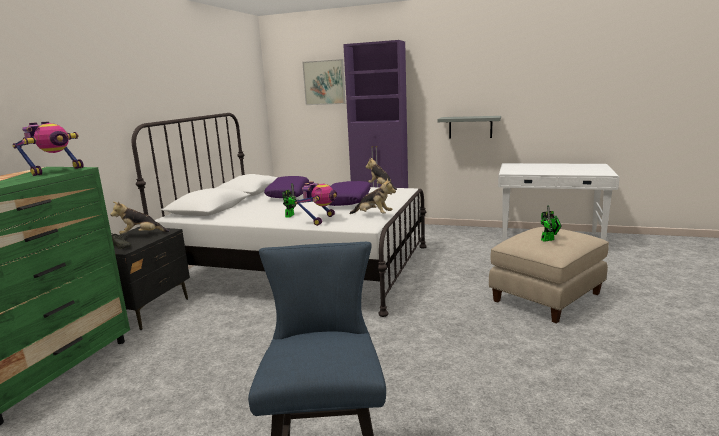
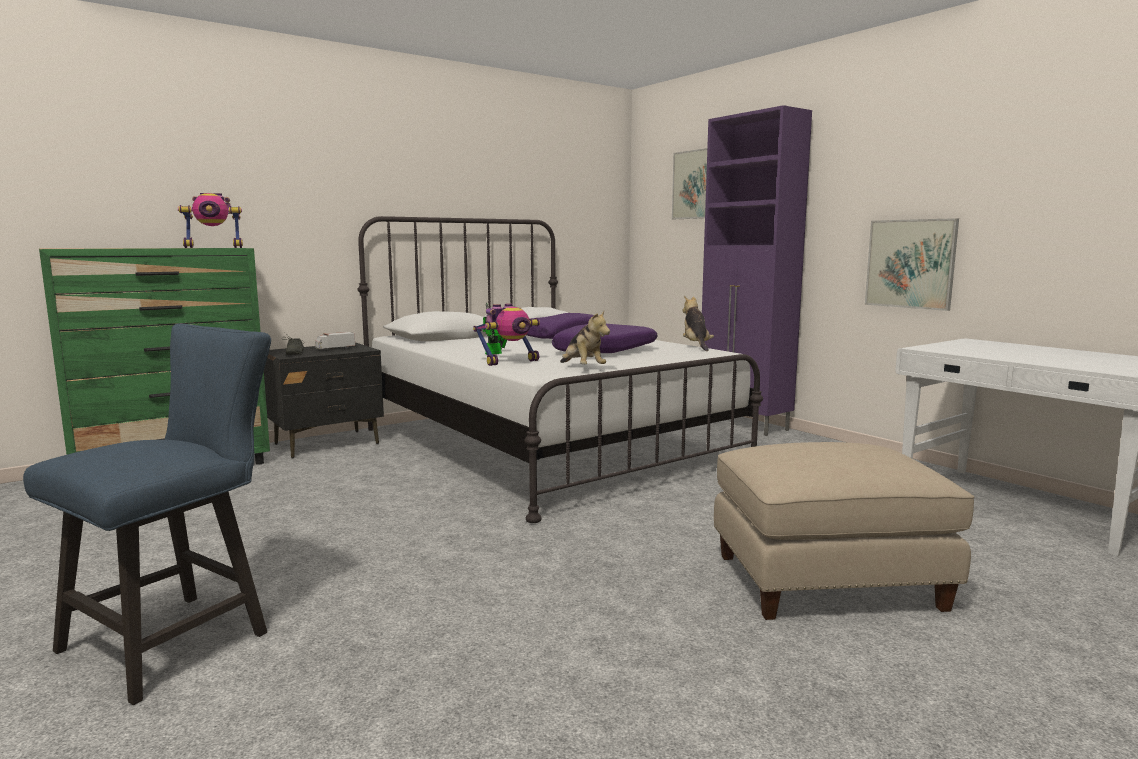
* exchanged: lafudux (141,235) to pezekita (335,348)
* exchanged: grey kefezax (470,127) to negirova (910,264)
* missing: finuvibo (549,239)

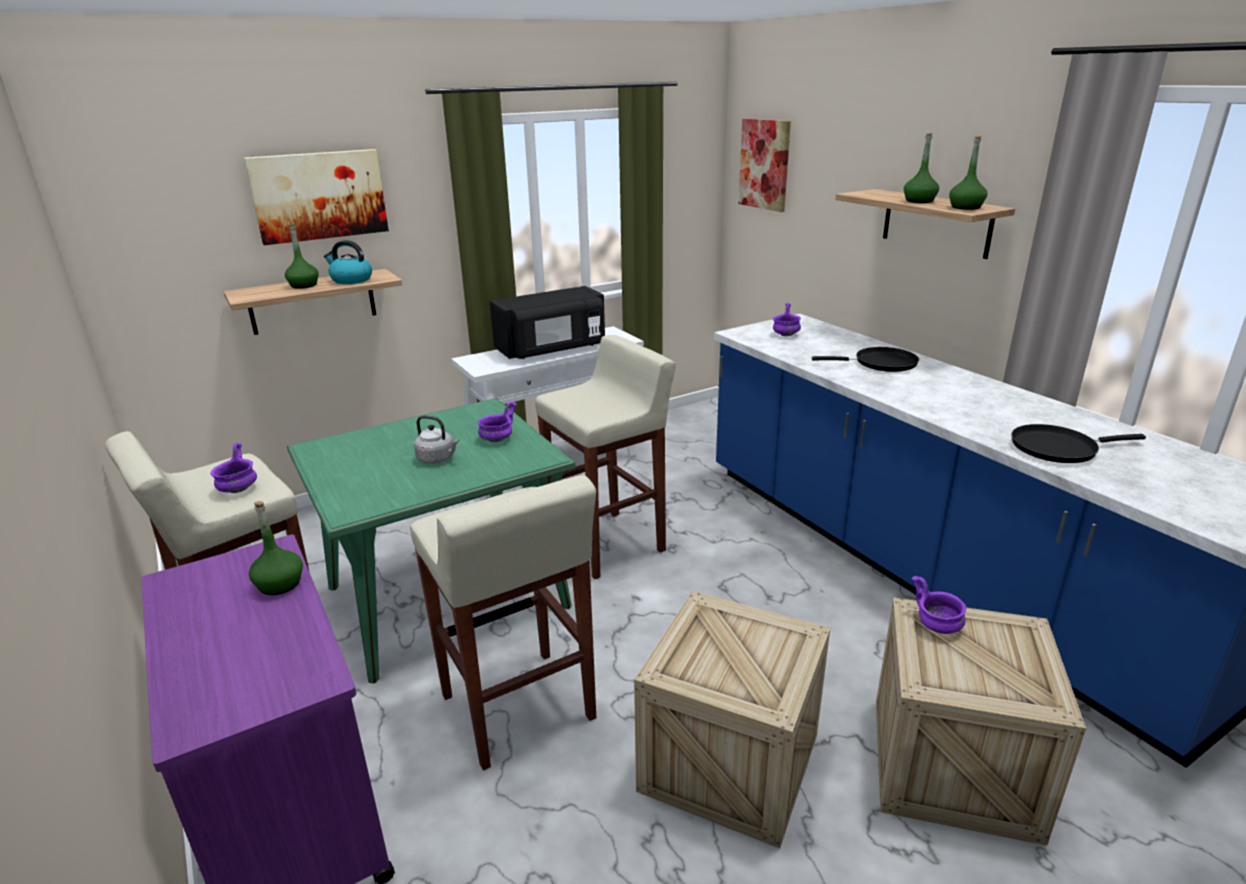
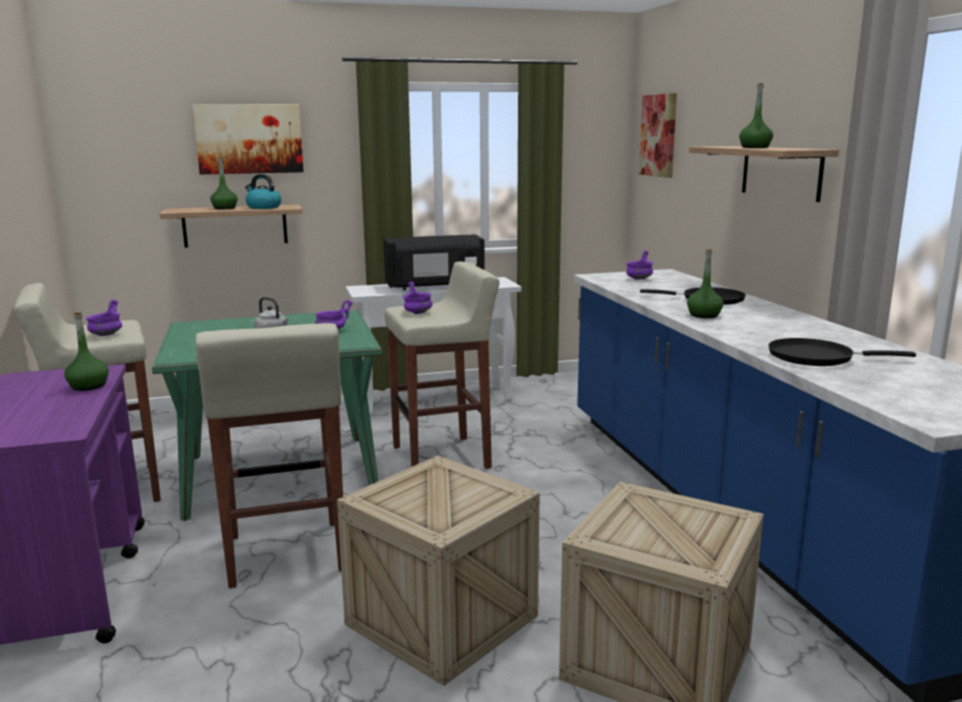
* relocated: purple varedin (937,626) to (417,313)
* relocated: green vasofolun (965,207) to (704,315)

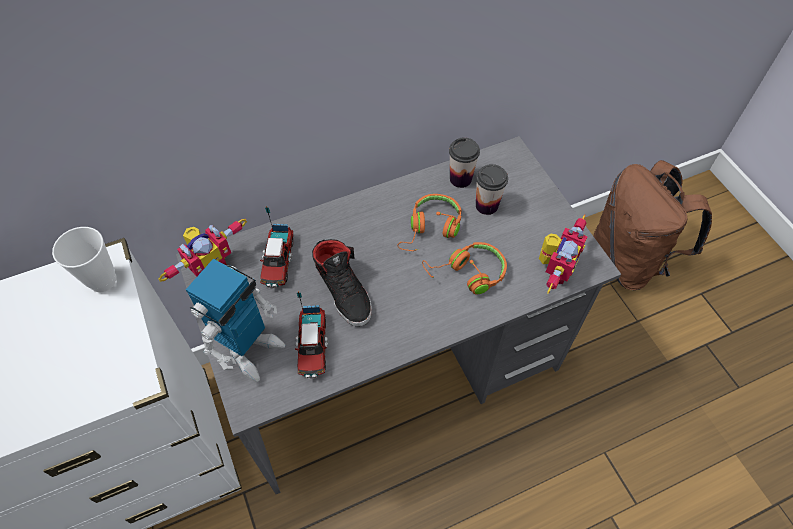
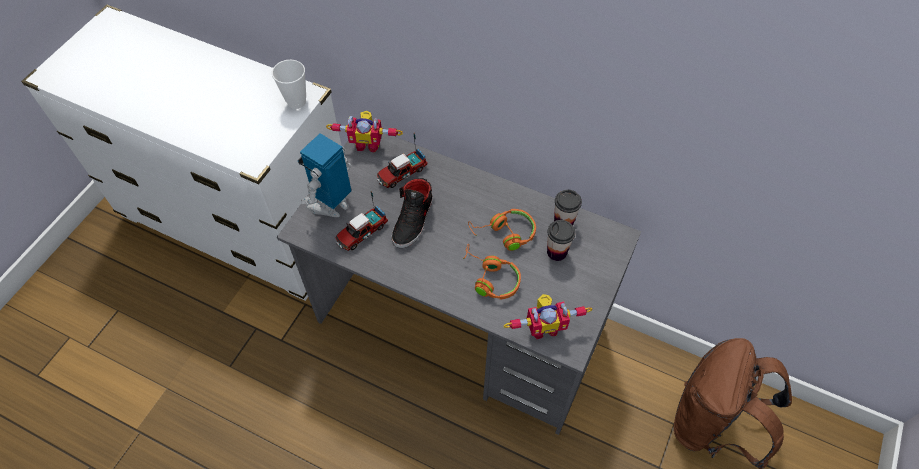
* spun: finuvibo (250,350) = (332,205) 135 degrees clockwise

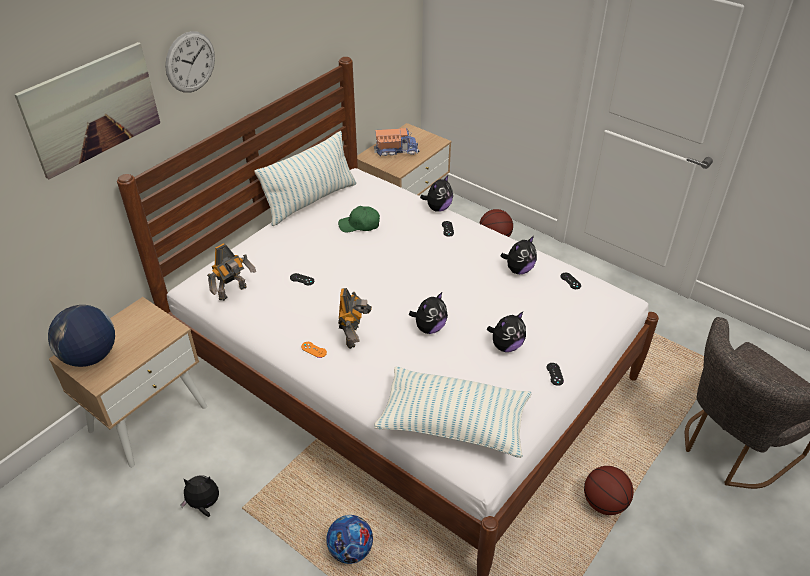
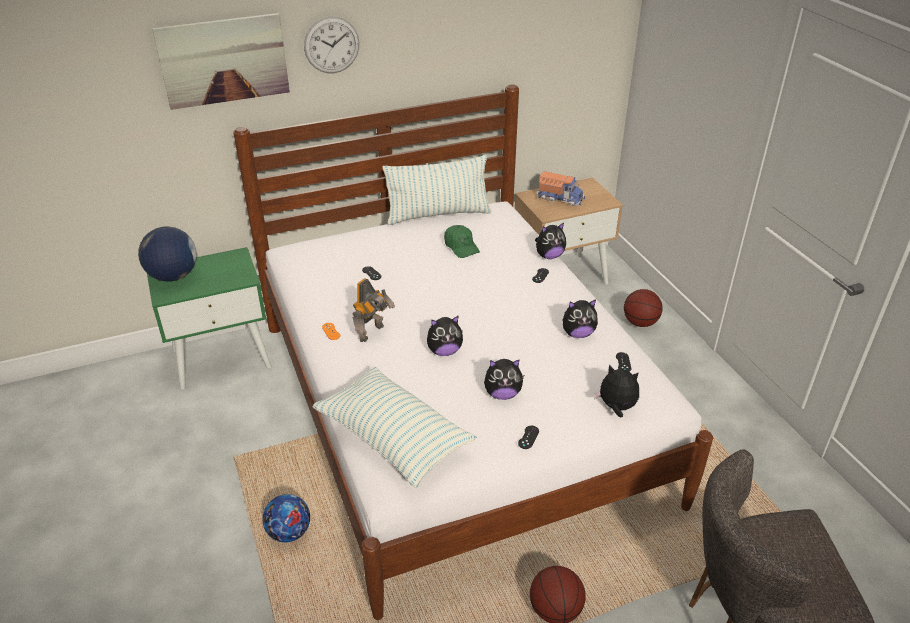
* colour: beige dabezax (149,417) to green dabezax (222,357)
* spun: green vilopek (359,225) = (461,246) 150 degrees counterclockwise
* relocated: lafudux (204,505) to (616,407)
* missing: finuvibo (234,293)

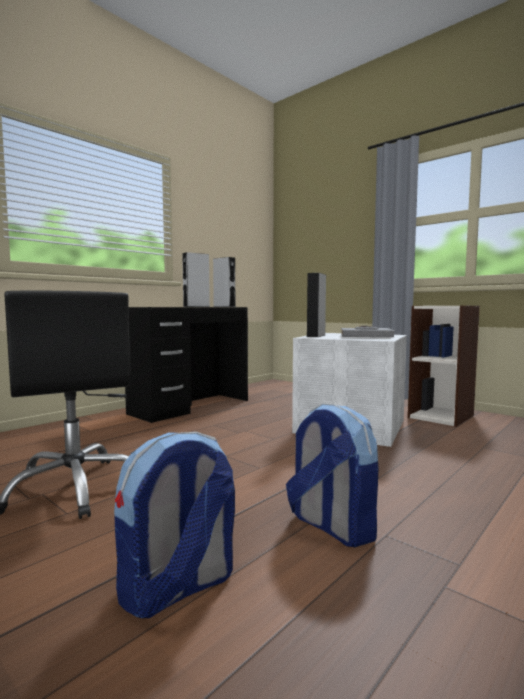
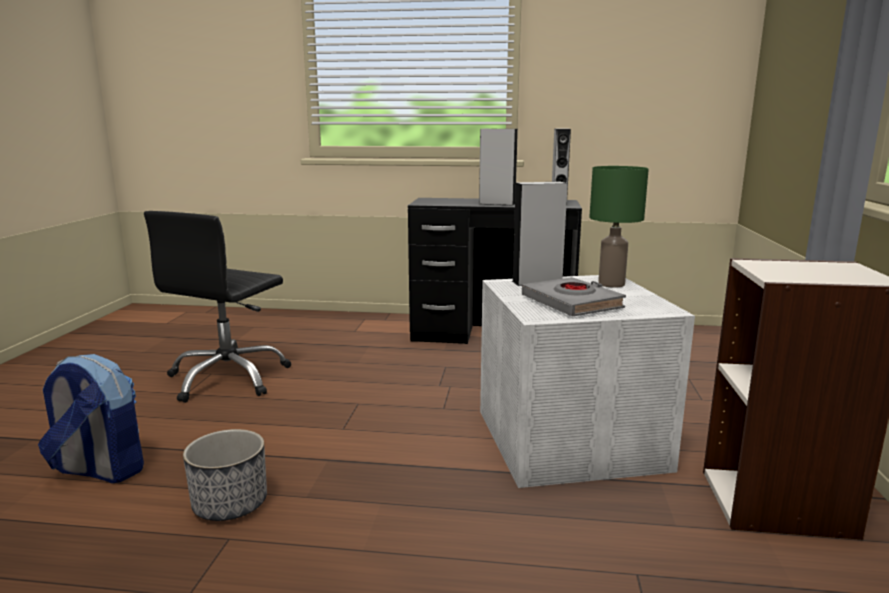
* exchanged: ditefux (331,526) to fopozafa (230,504)
* appeared: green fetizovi (610,284)

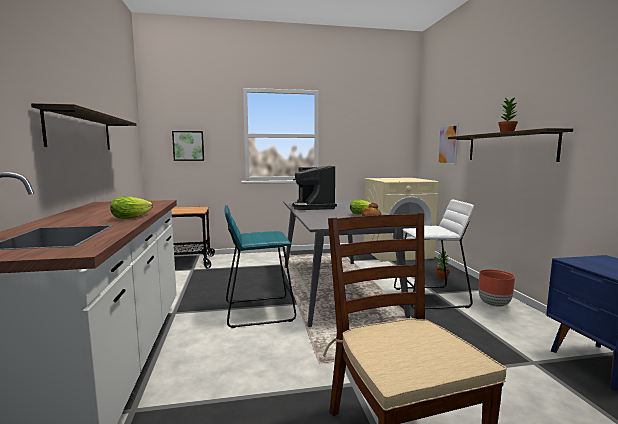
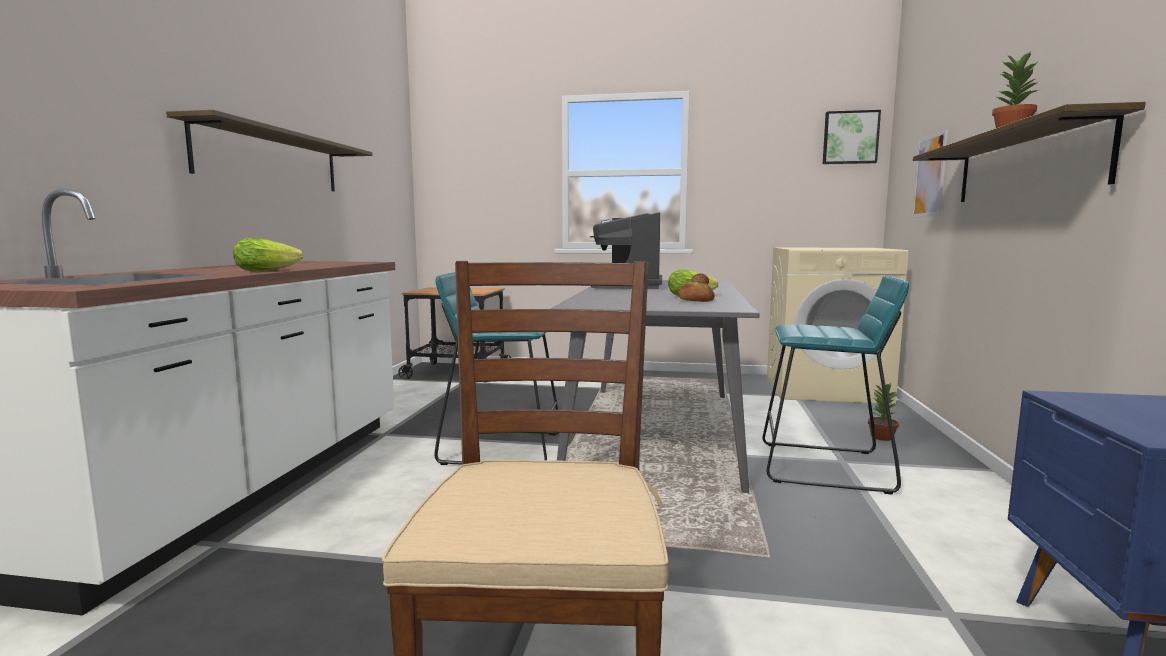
* colour: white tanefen (430,298) to turquoise tanefen (824,467)
* relocated: negirova (188,146) to (850,137)
* missing: brown fopozafa (494,304)

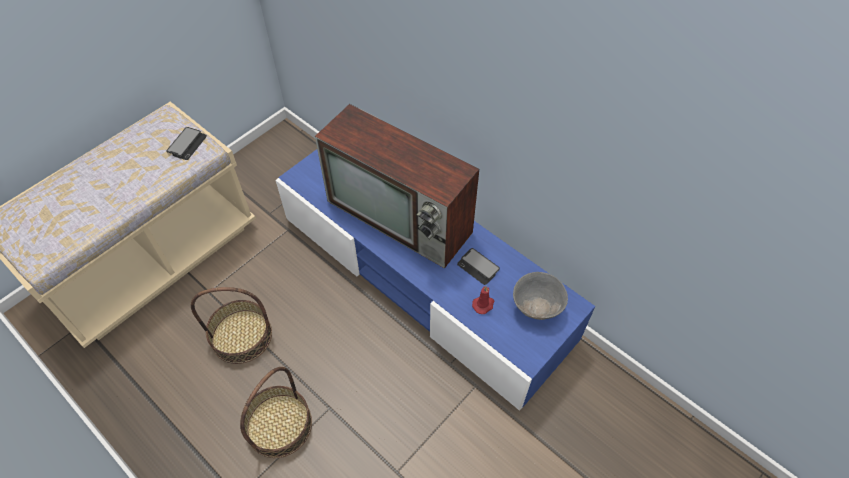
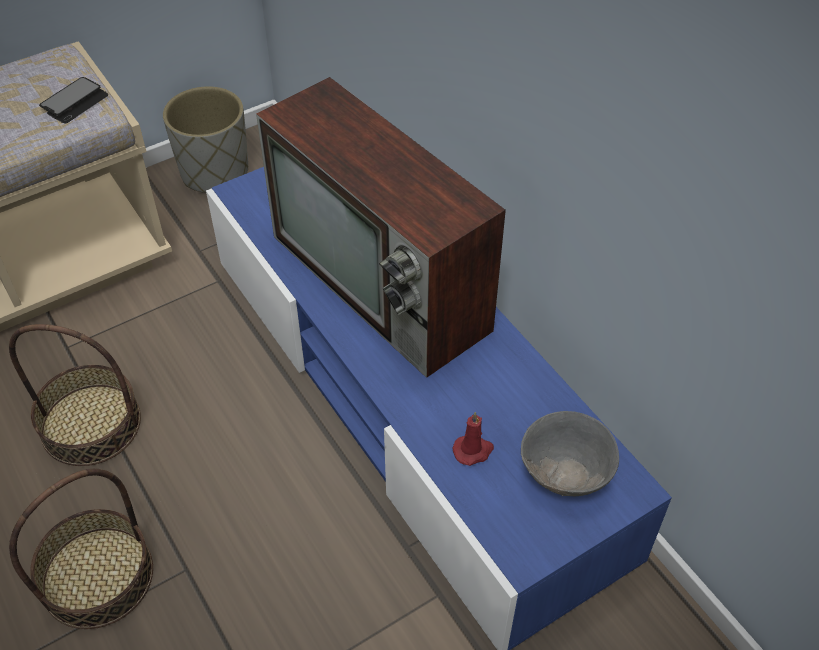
* appeared: grey fopozafa (214,172)
* missing: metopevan (478,267)

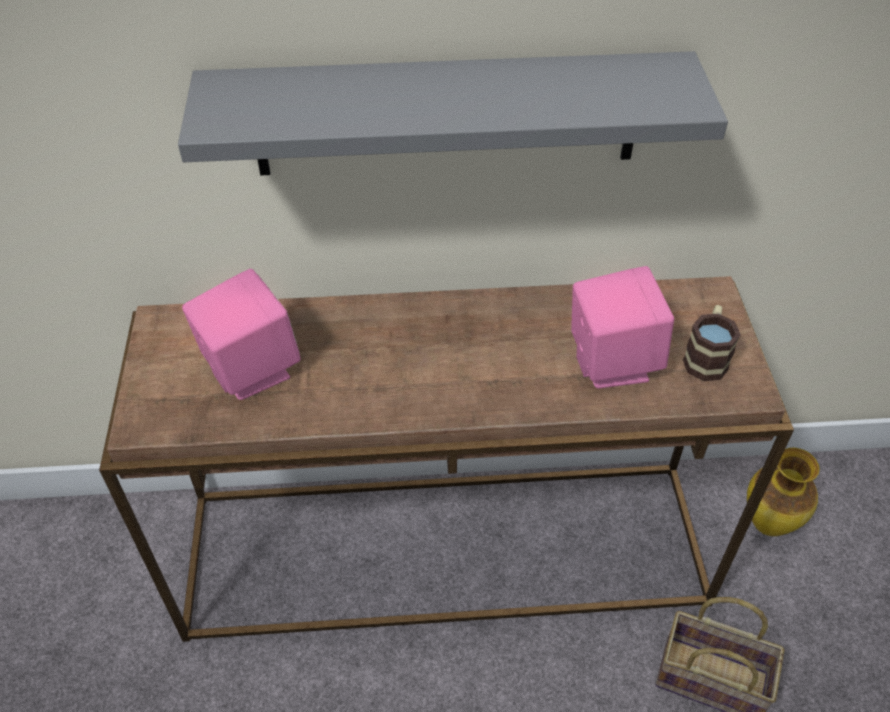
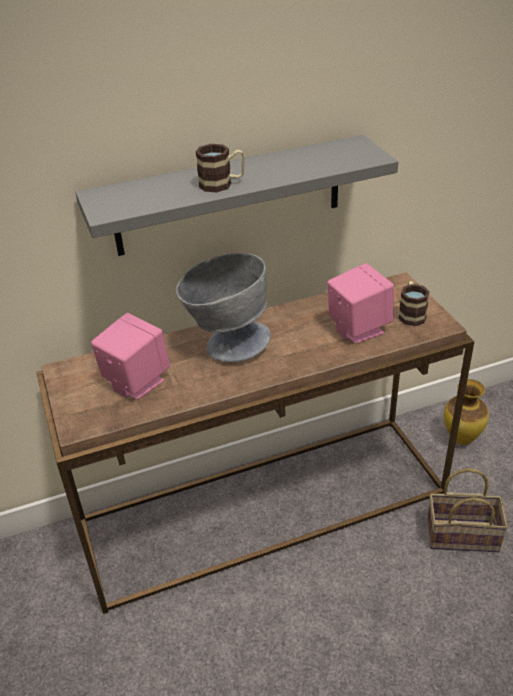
* appeared: grey varedin (226,344)
* appeared: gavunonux (222,184)

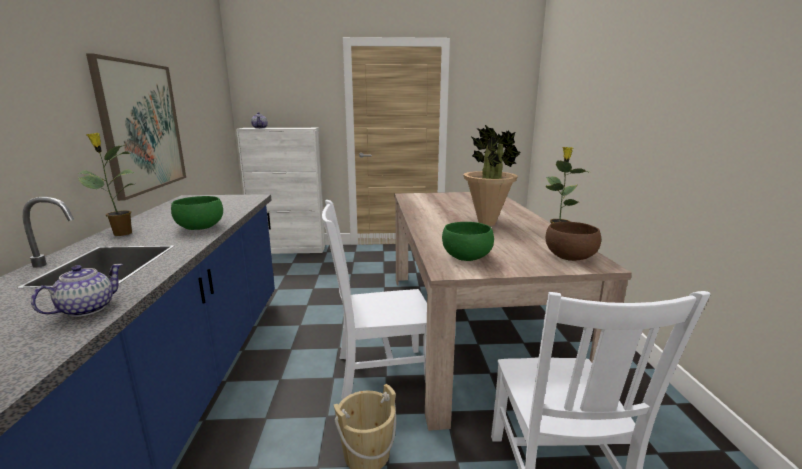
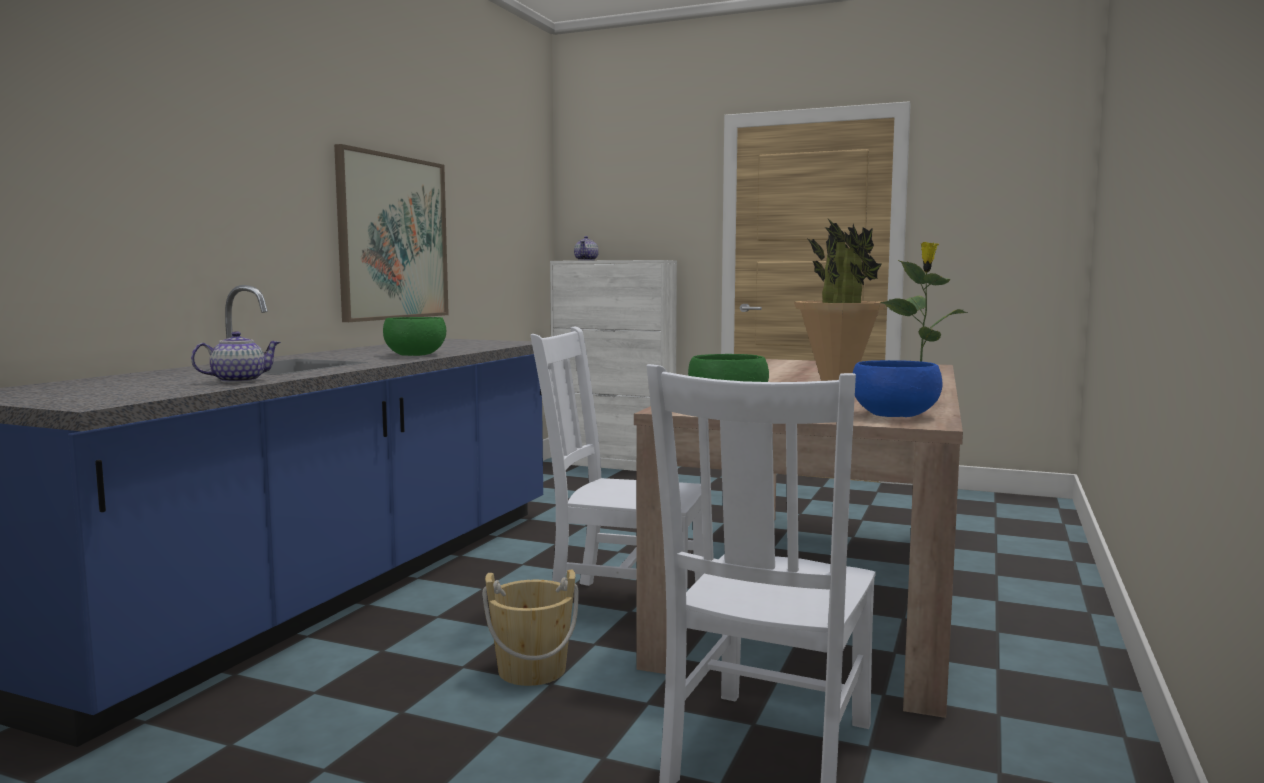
* colour: brown varedin (570,257) to blue varedin (895,415)
* missing: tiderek (121,233)

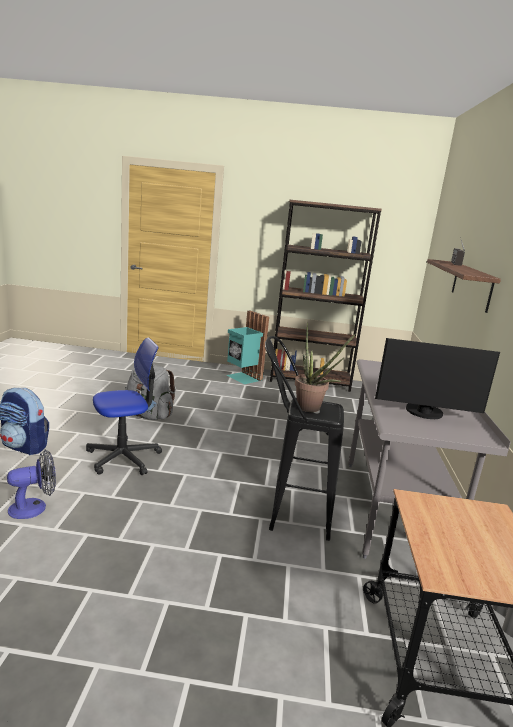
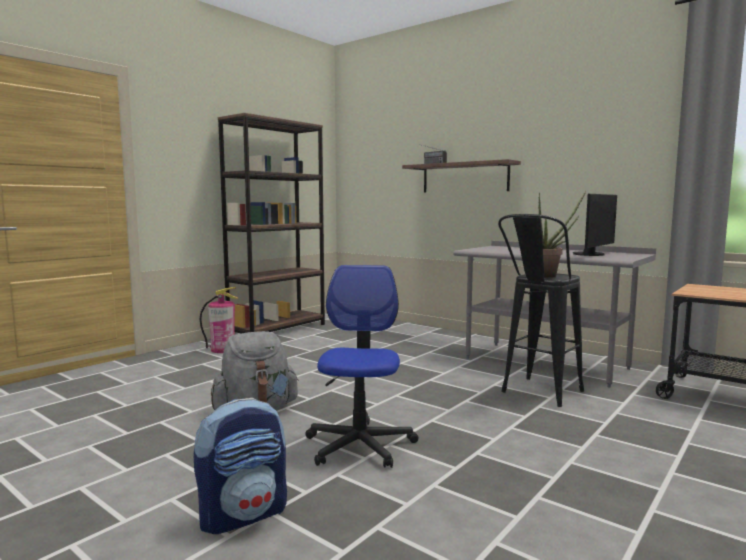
* exchanged: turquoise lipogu (243,378) to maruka (223,349)
* missing: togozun (34,507)

